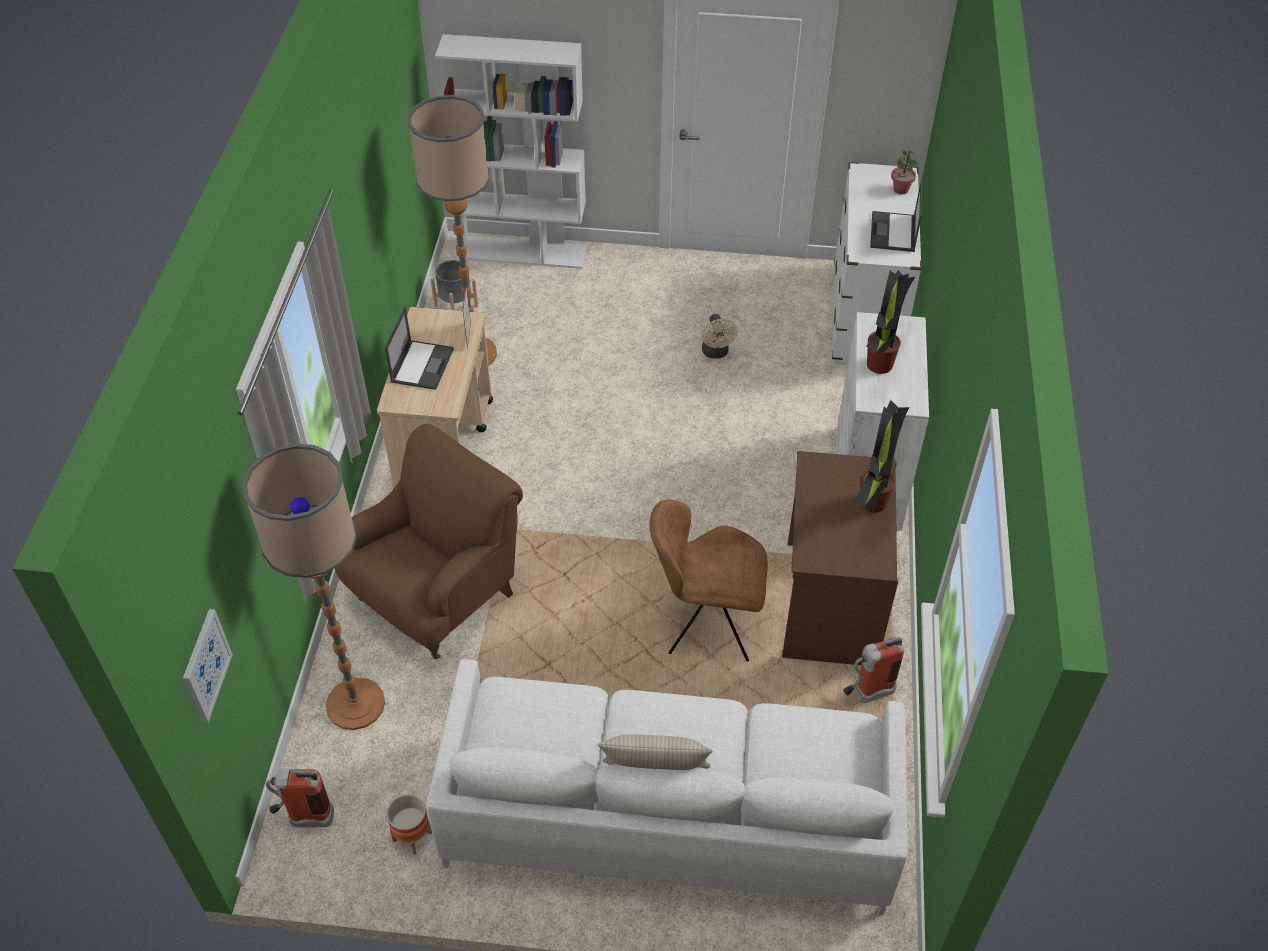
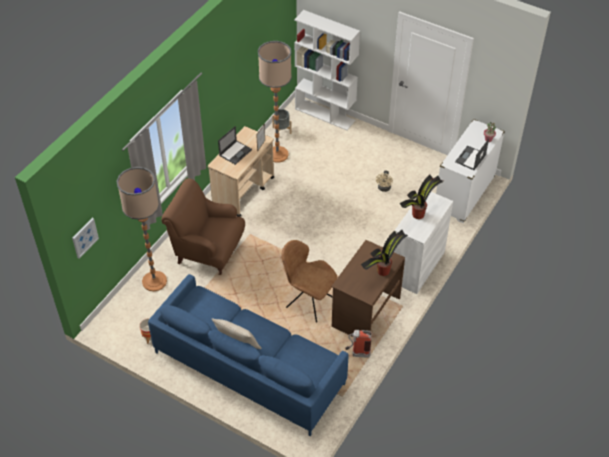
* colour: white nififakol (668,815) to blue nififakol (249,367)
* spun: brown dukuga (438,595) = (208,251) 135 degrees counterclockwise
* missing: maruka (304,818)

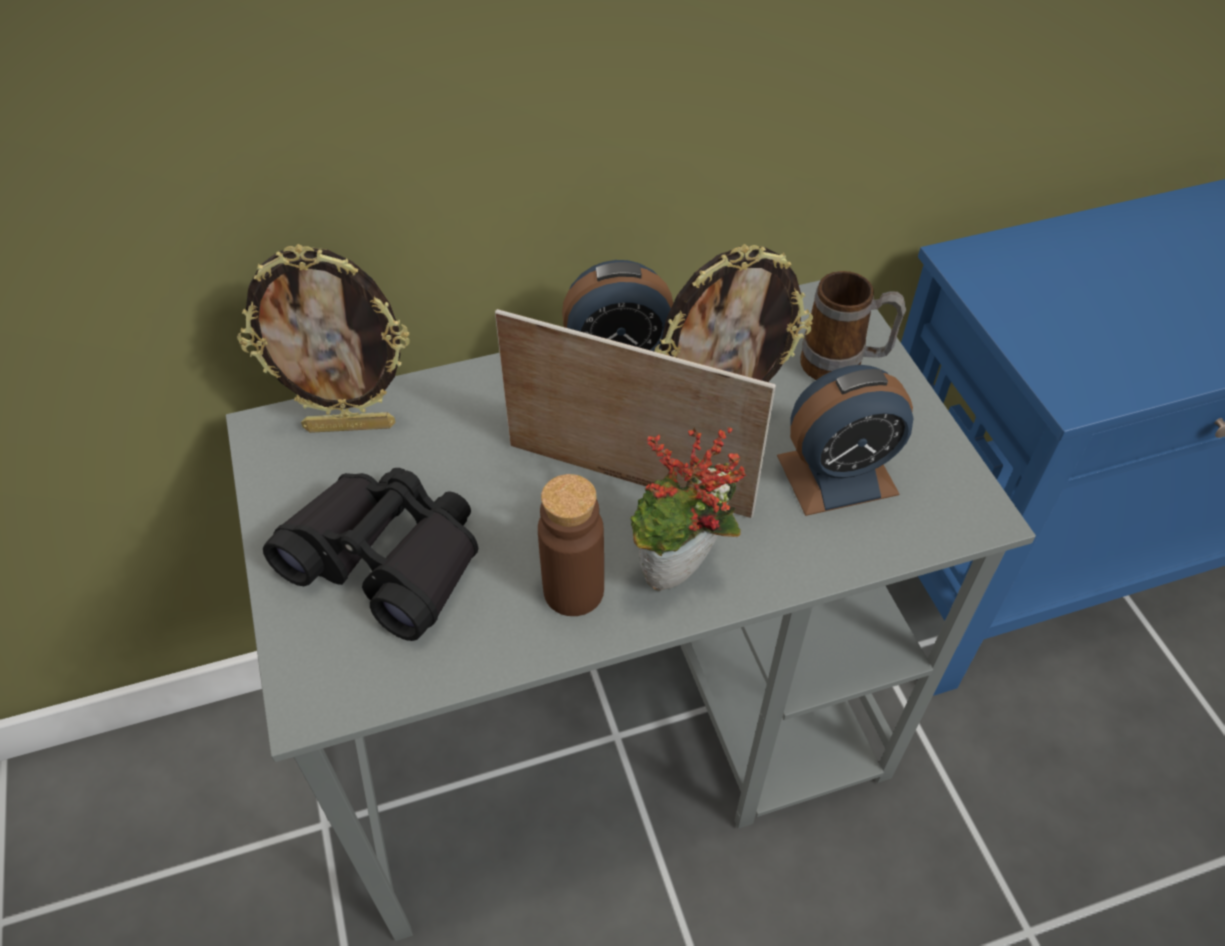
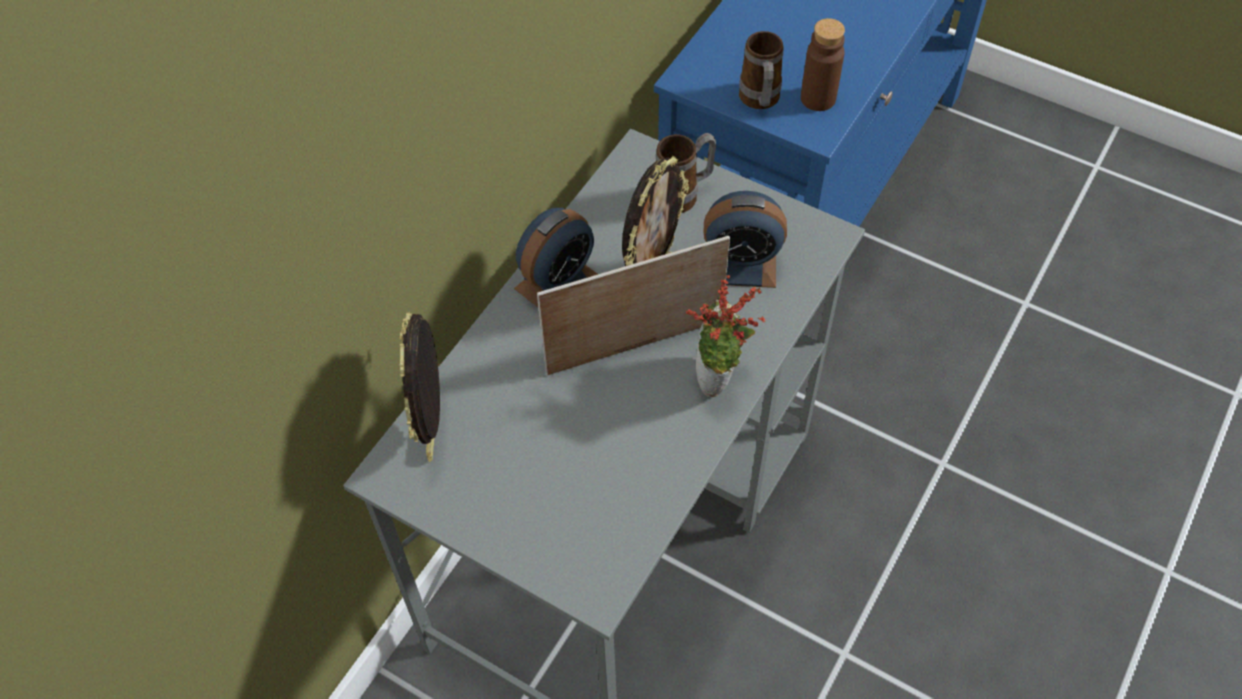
* spun: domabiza (351,425) = (435,433) 135 degrees clockwise
* spun: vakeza (837,475) = (741,264) 60 degrees clockwise
* appeared: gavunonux (759,102)
* relocated: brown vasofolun (573,590) to (818,98)
* missing: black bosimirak (388,559)

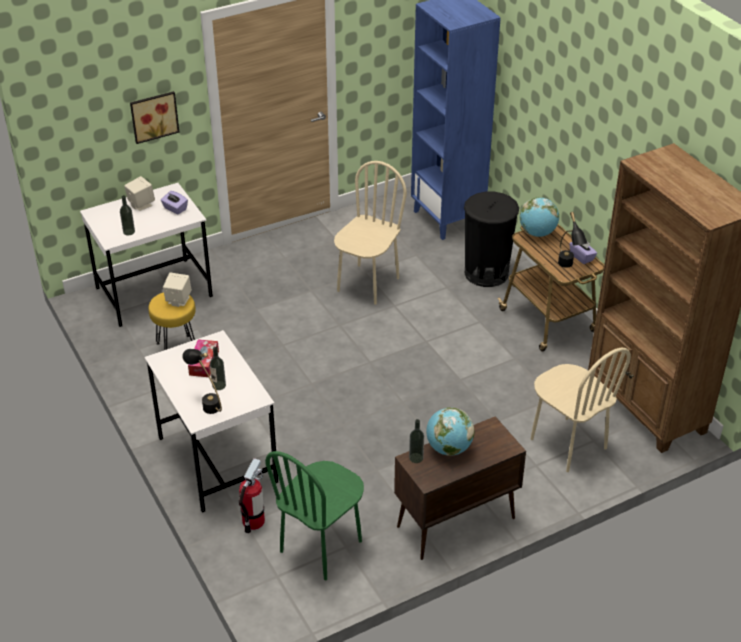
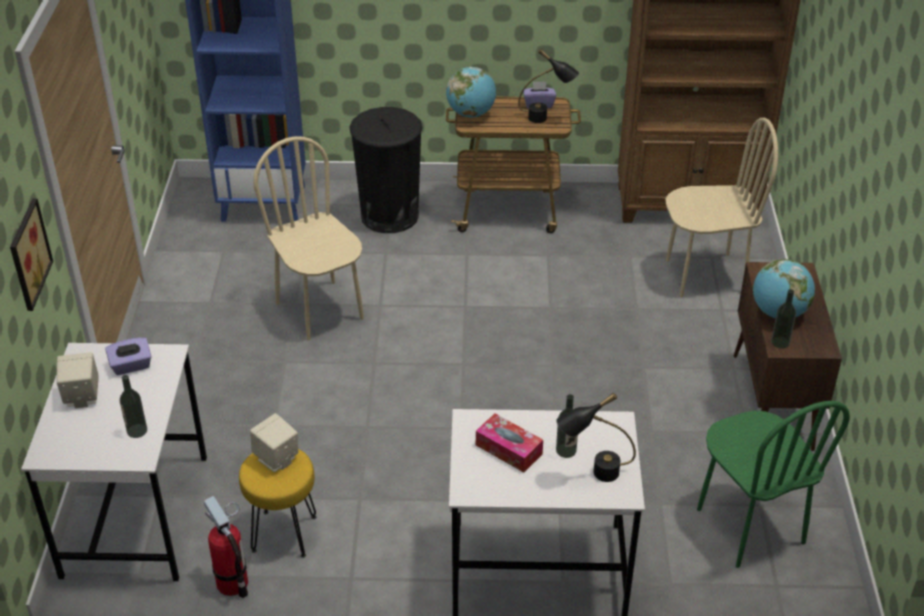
* relocated: maruka (253,521) to (232,583)

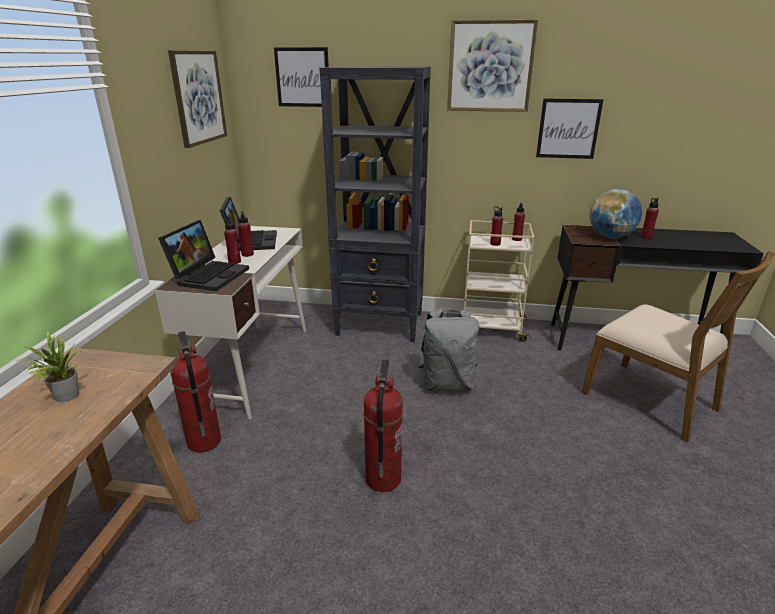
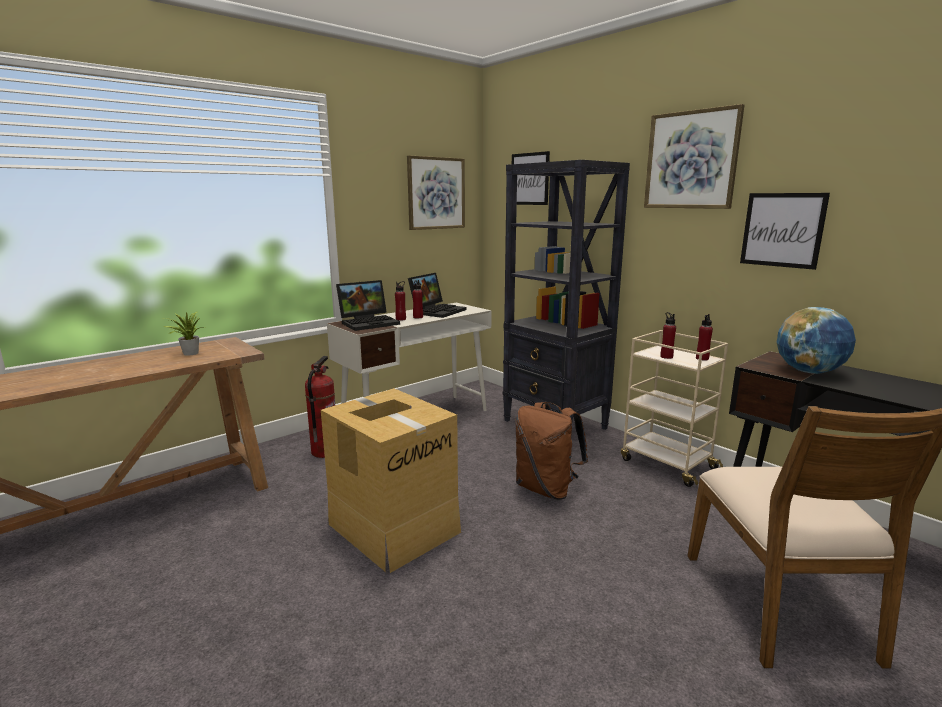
* exchanged: maruka (383,479) to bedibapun (394,526)
* colour: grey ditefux (447,384) to brown ditefux (546,489)
* missing: red vasofolun (646,237)

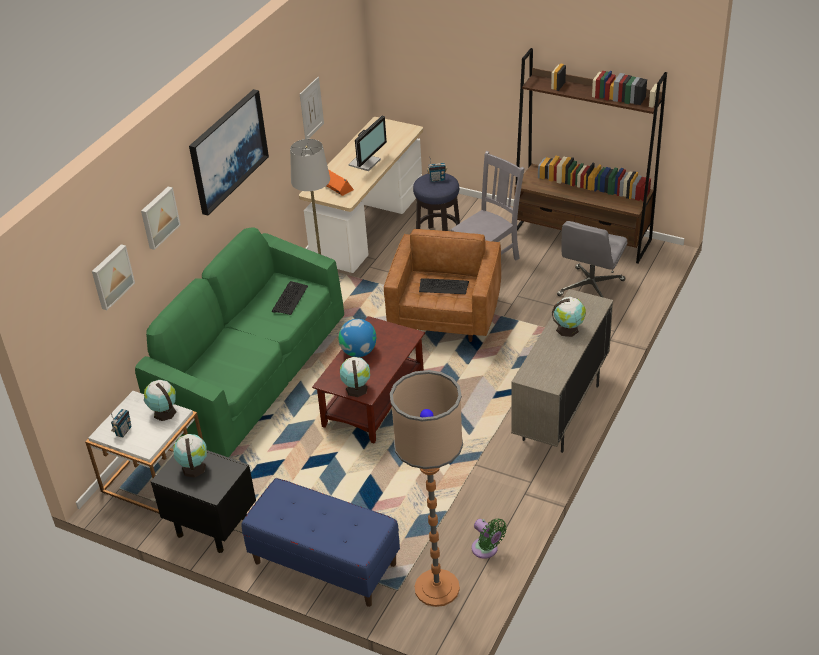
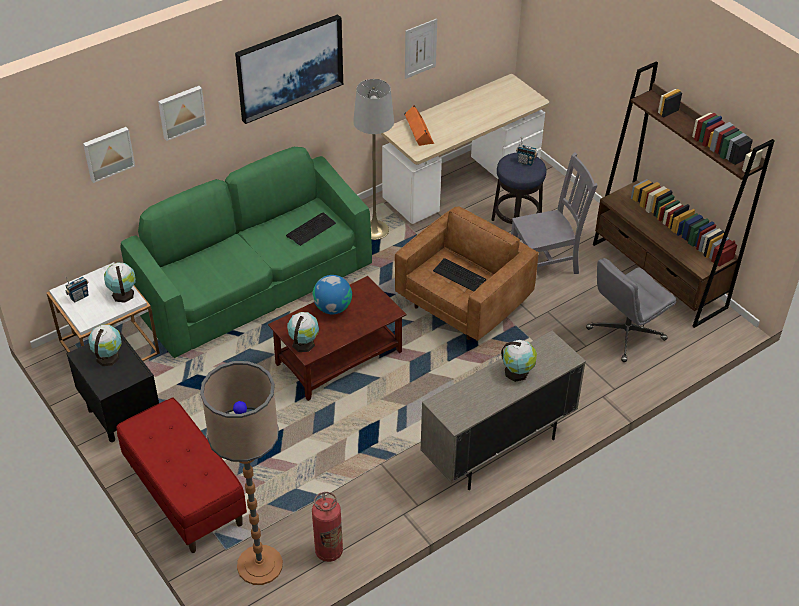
* colour: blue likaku (324,564) to red likaku (184,494)
* exchanged: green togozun (486,550) to maruka (329,551)
* missing: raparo (366,162)

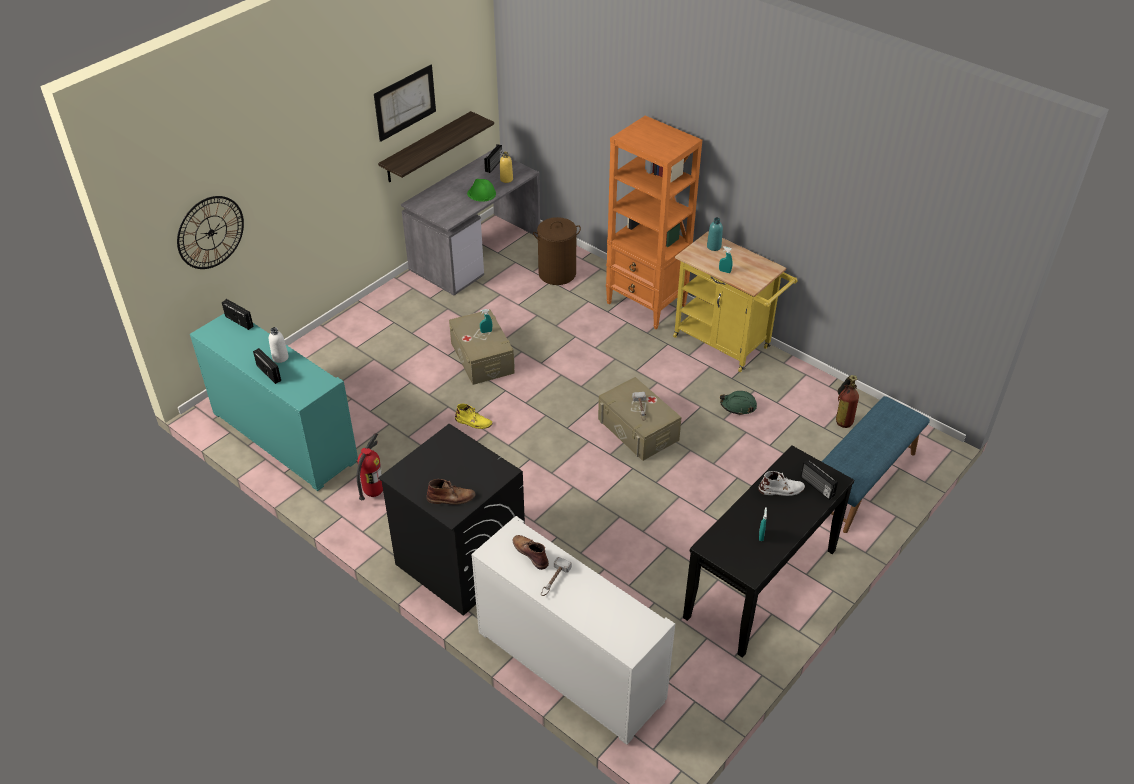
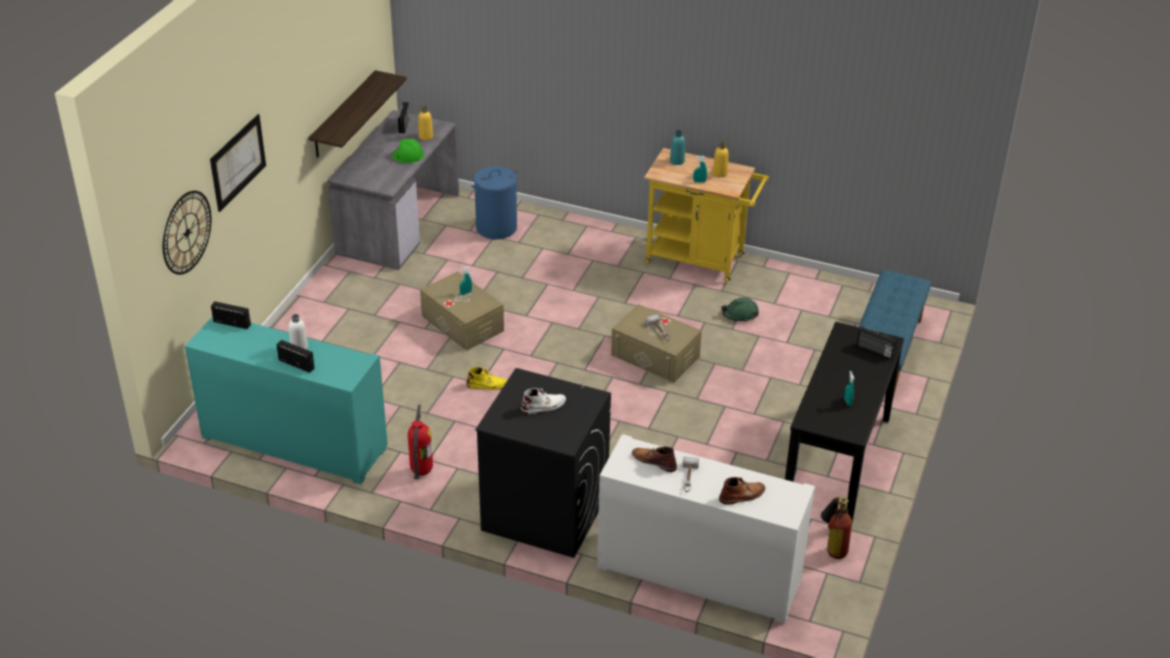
* relocated: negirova (405,102) to (238,162)
* colour: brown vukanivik (557,273) to blue vukanivik (496,228)
* relocated: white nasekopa (781,489) to (544,406)
* appeared: yellow vasofolun (720,173)
* relocated: brown nasekopa (451,498) to (742,495)
* relocated: maruka (842,417) to (833,546)
* missing: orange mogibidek (646,305)

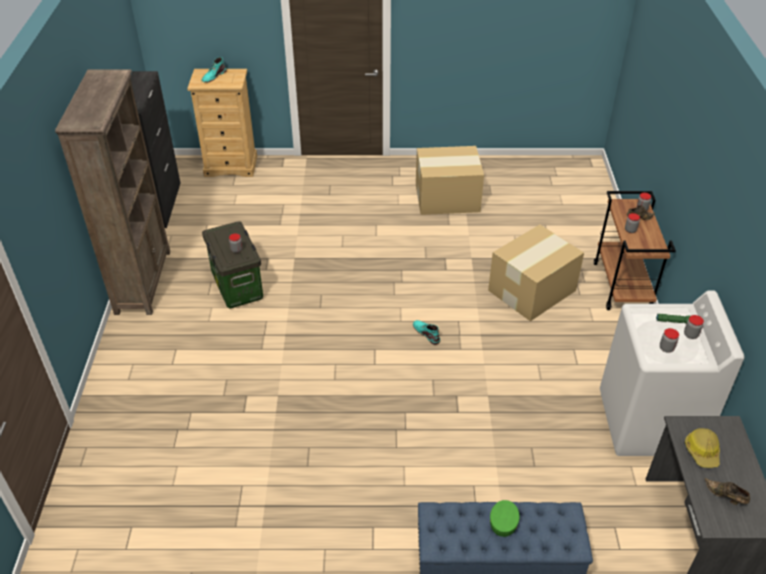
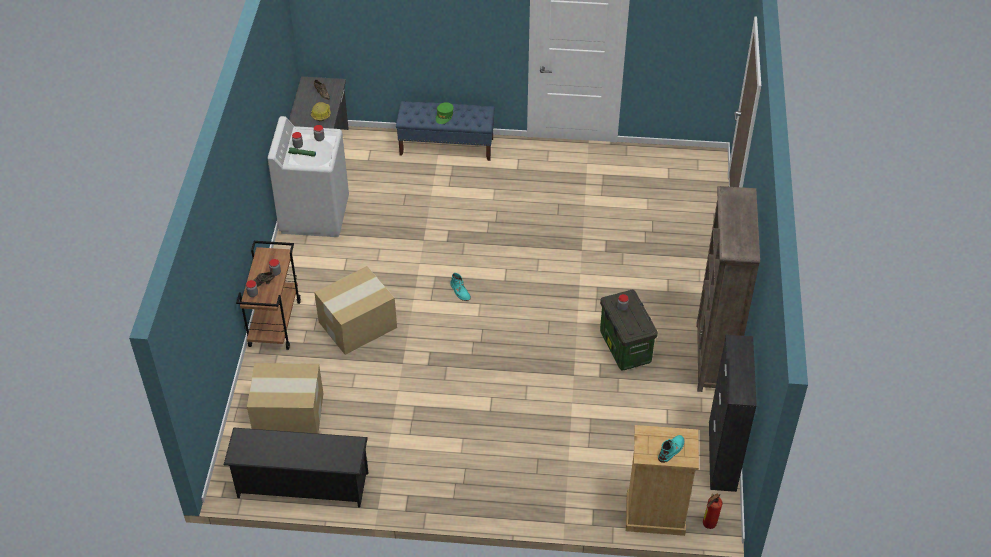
* appeared: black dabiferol (302,485)
* relocated: bedibapun (448,198) to (287,414)
* appeared: maruka (708,525)

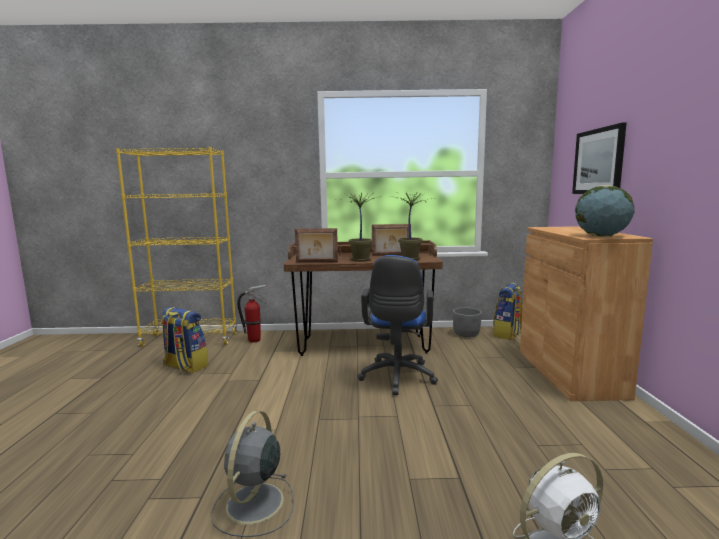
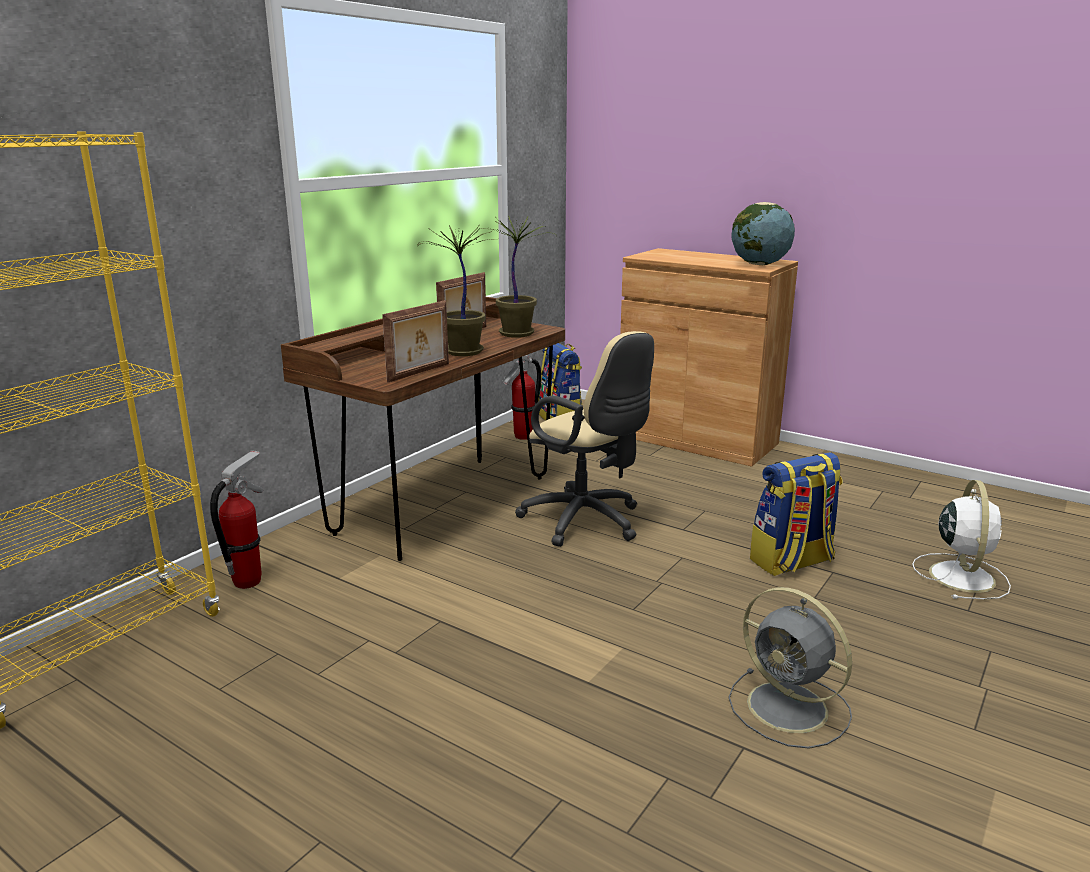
* exchanged: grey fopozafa (466,334) to maruka (523,436)
* colour: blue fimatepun (397,378) to beige fimatepun (587,522)
* relocated: ditefux (185,366) to (792,562)
* missing: negirova (598,161)

